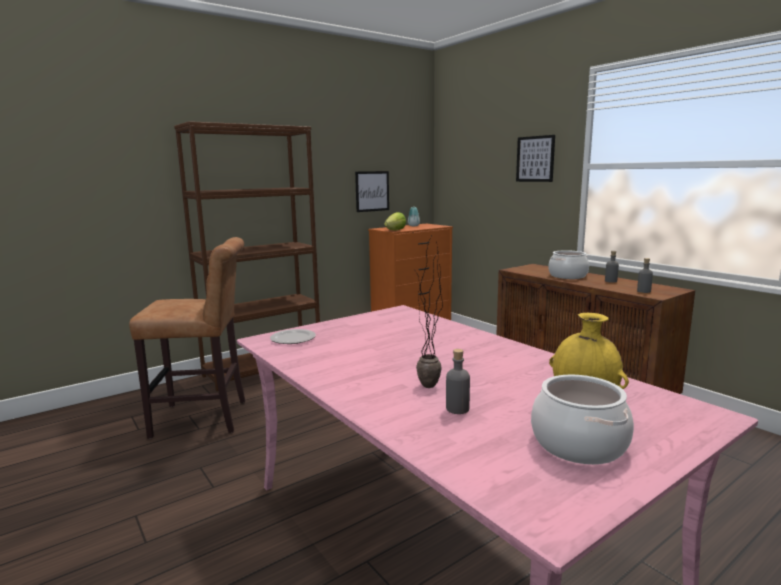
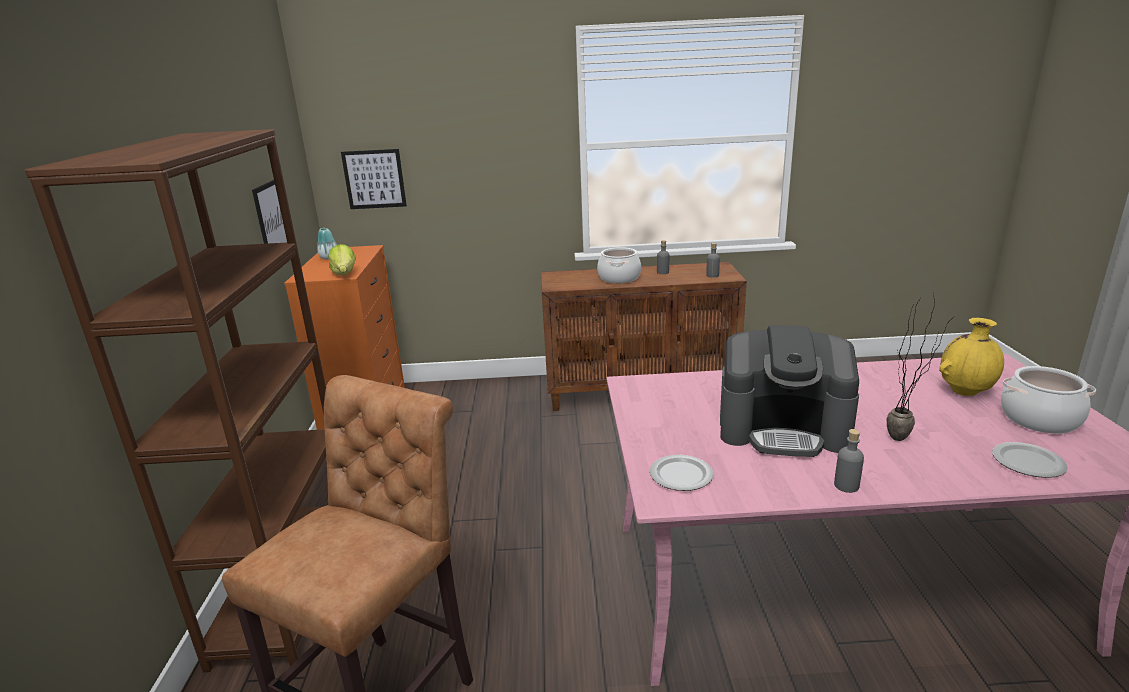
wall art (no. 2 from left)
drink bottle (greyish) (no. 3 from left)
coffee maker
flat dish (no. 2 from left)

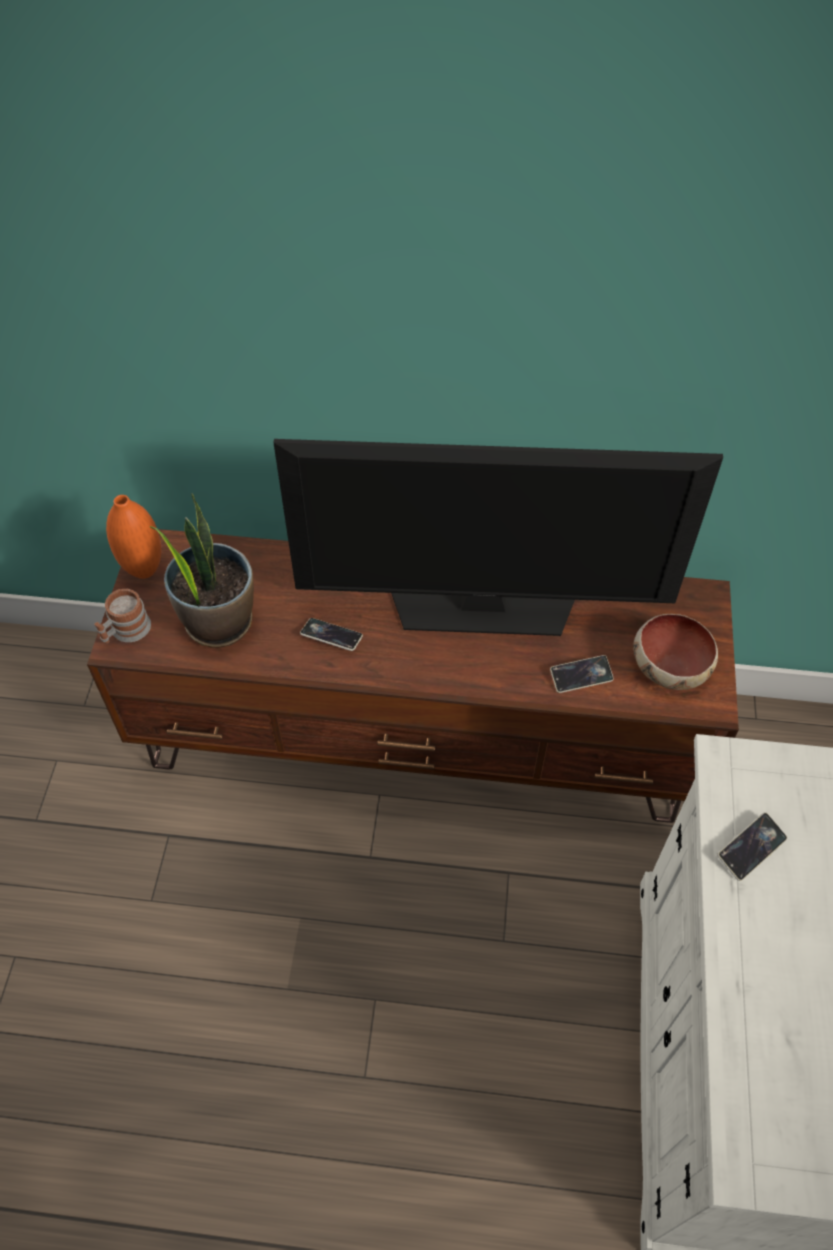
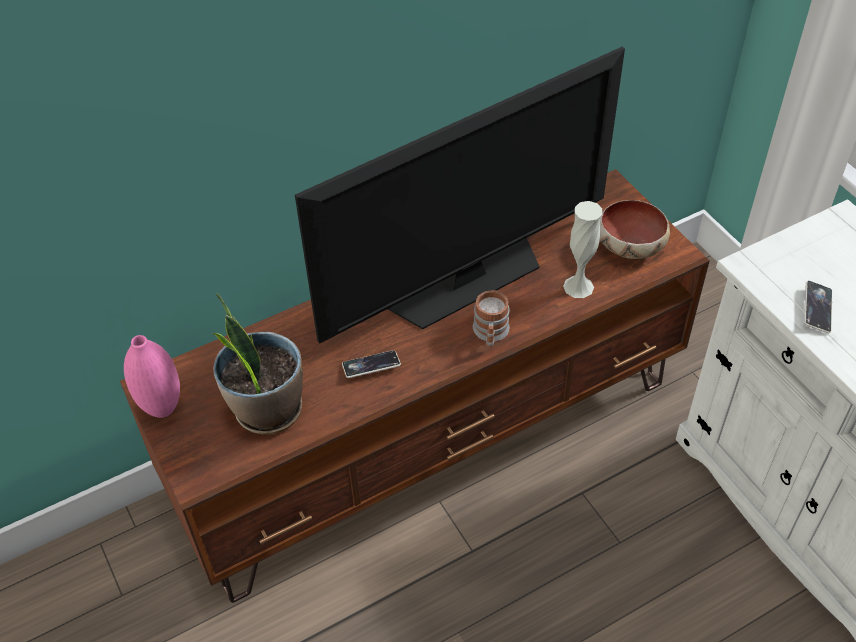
decorative vase (pink)
mug
decorative vase (whitish)

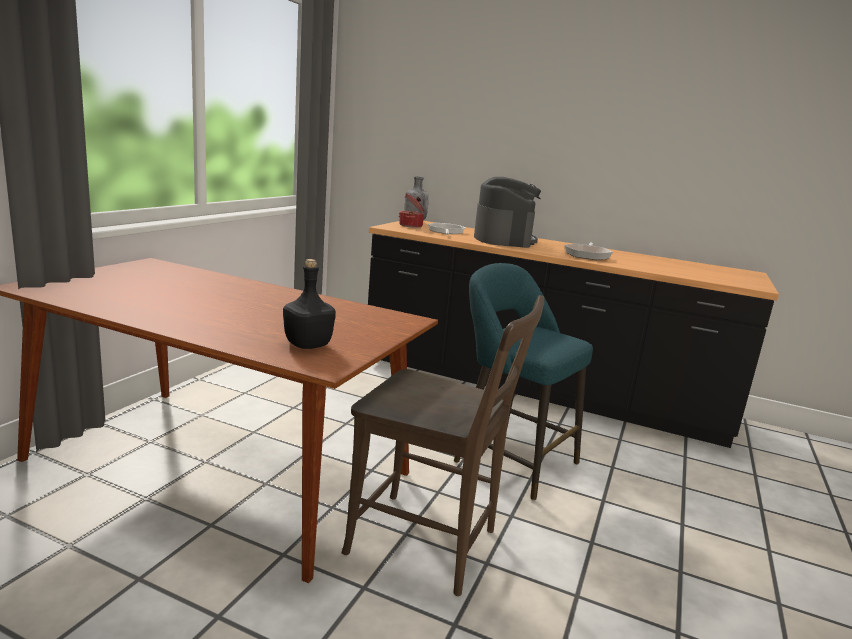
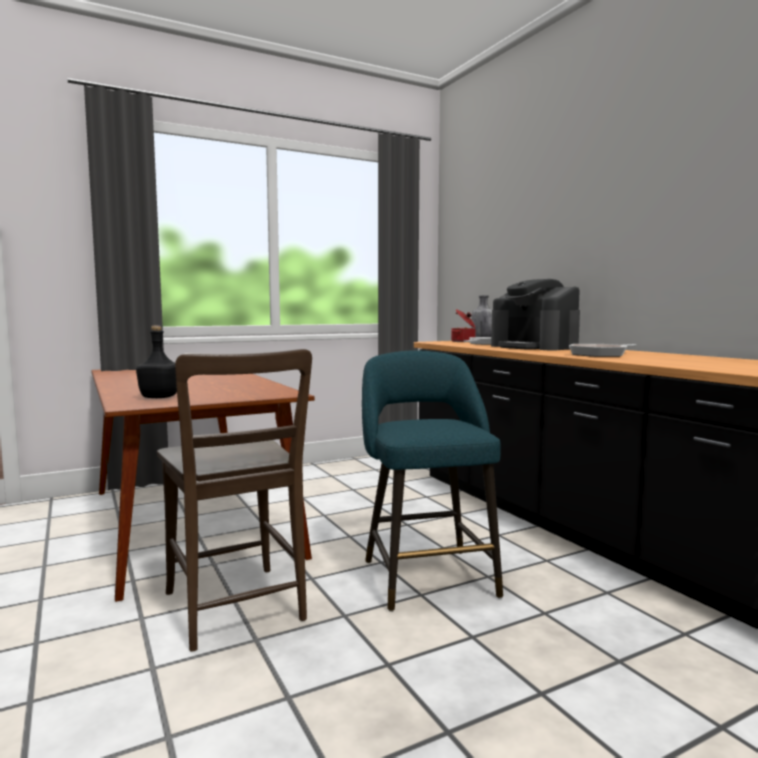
coffee maker

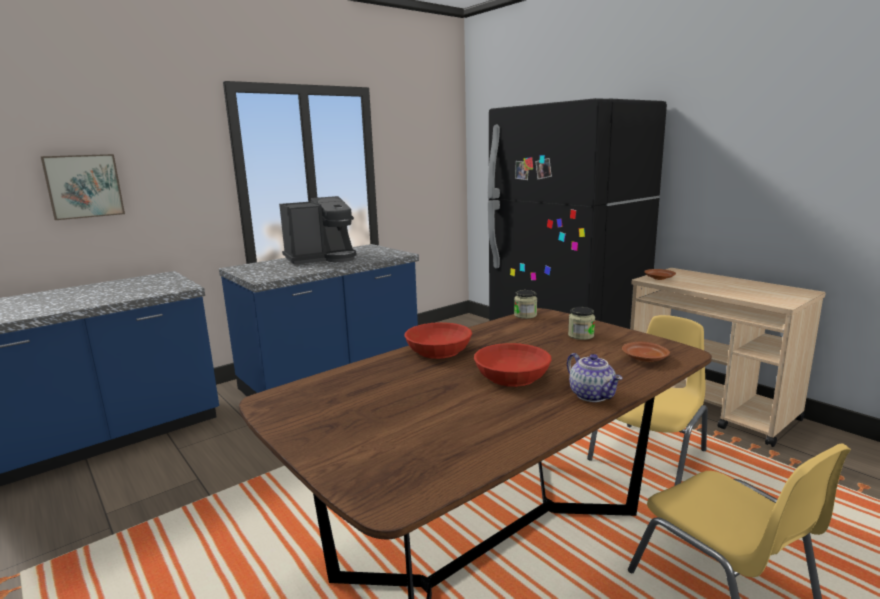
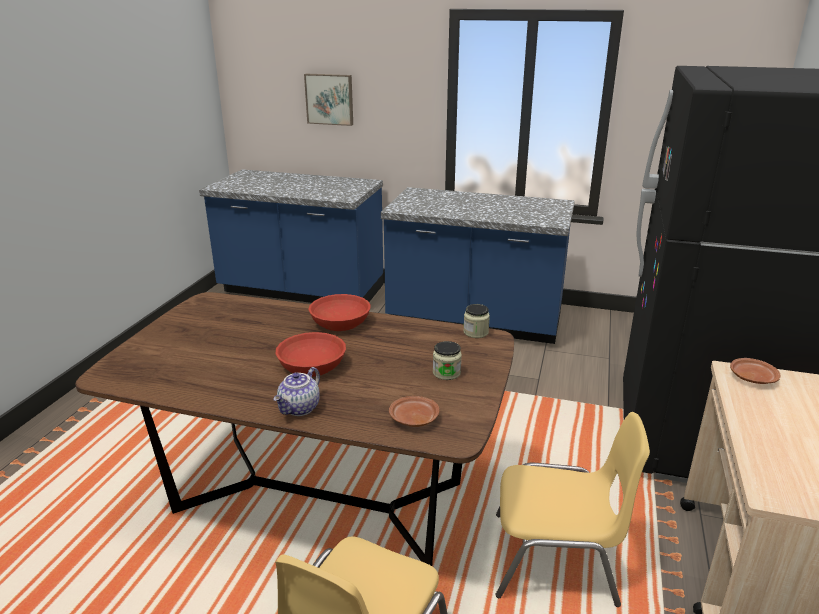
coffee maker

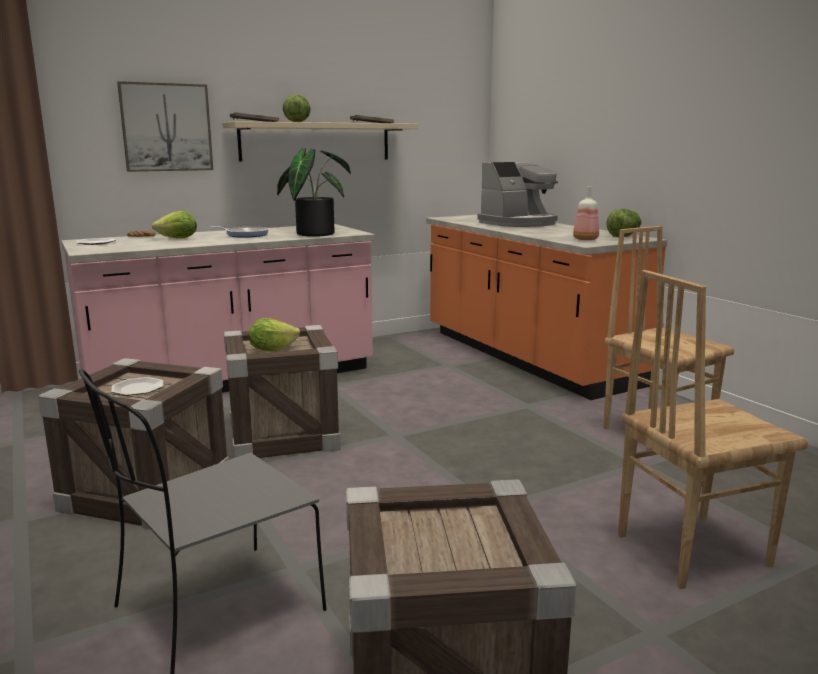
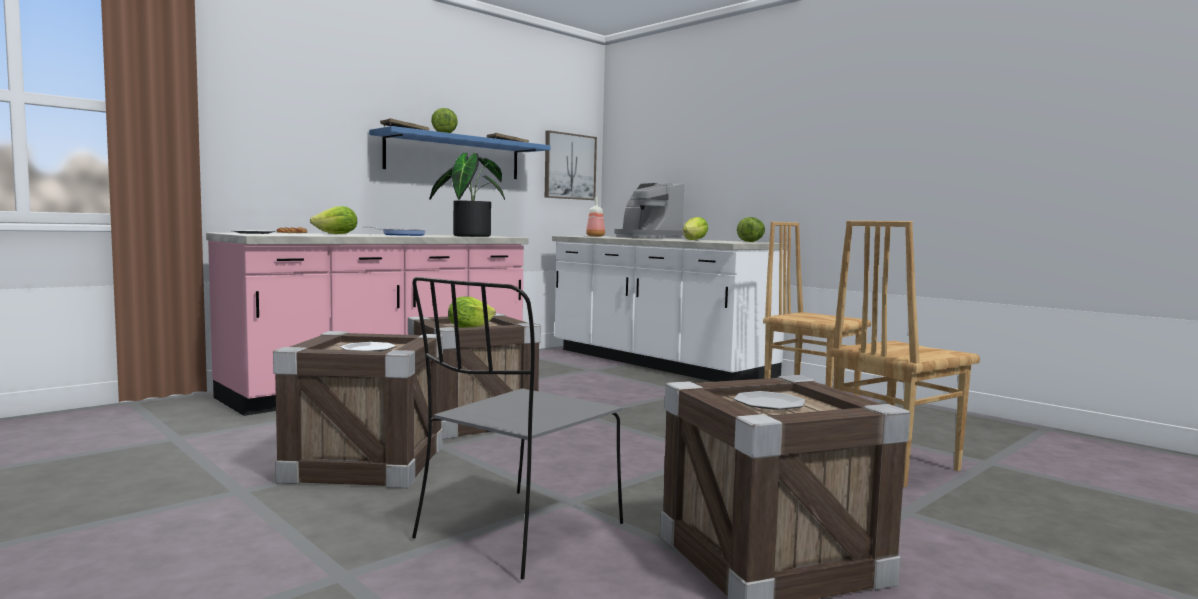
wall art
shelf (blue-coloured)
coffee maker
drink bottle
kitchen base unit (whitish)
lettuce (no. 4 from left)
flat dish (no. 3 from left)

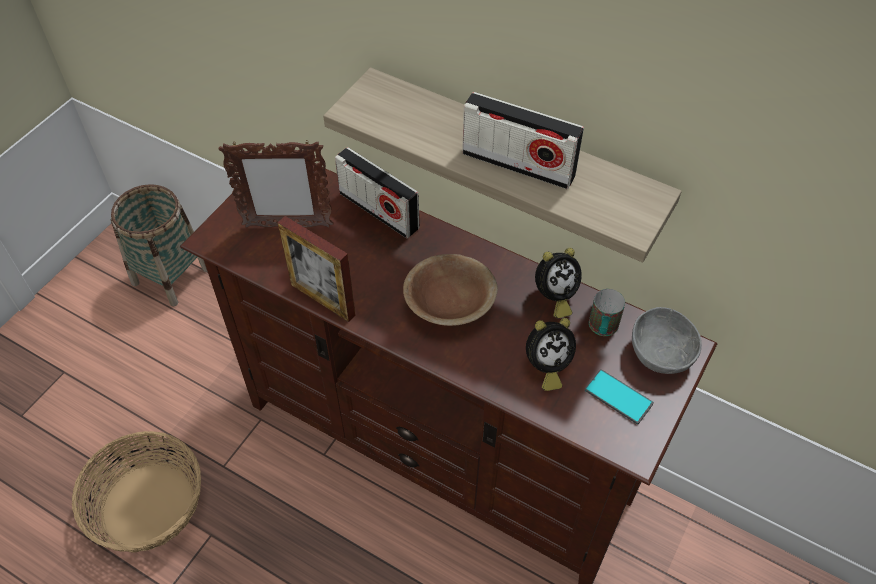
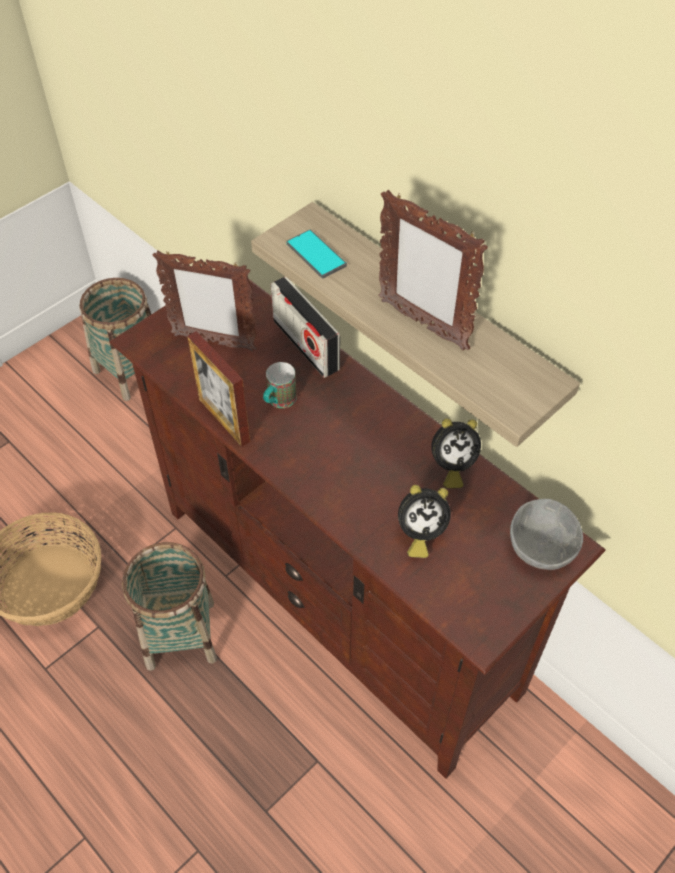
standing frame (no. 3 from left)
deep dish (brownish)
mug
phone
basket (no. 3 from left)

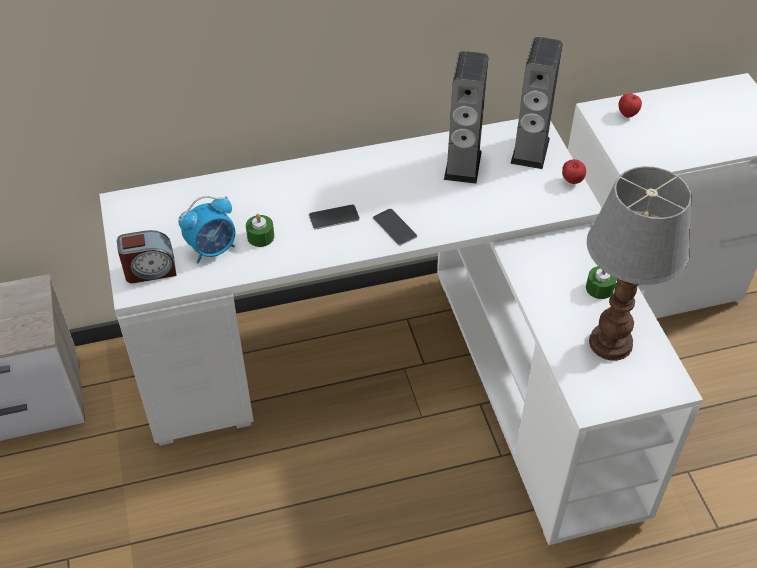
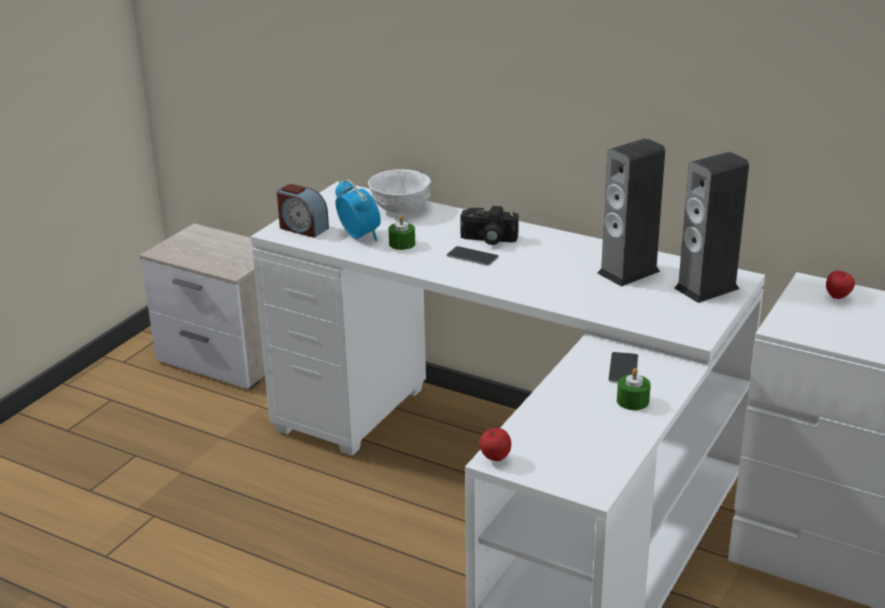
apple fruit (no. 1 from left)
lamp for a table
alarm clock (no. 2 from left)
phone (no. 2 from left)
deep dish (whitish)
photo camera

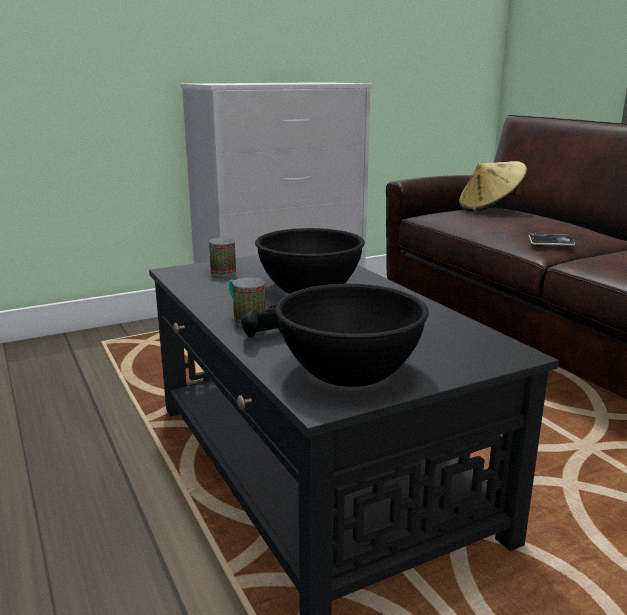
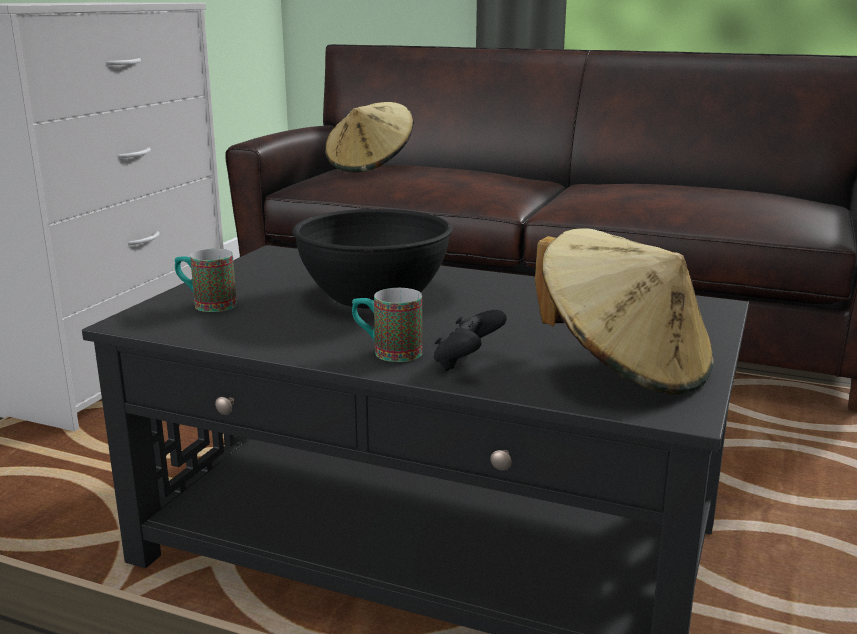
phone
hat (beige) (no. 2 from left)

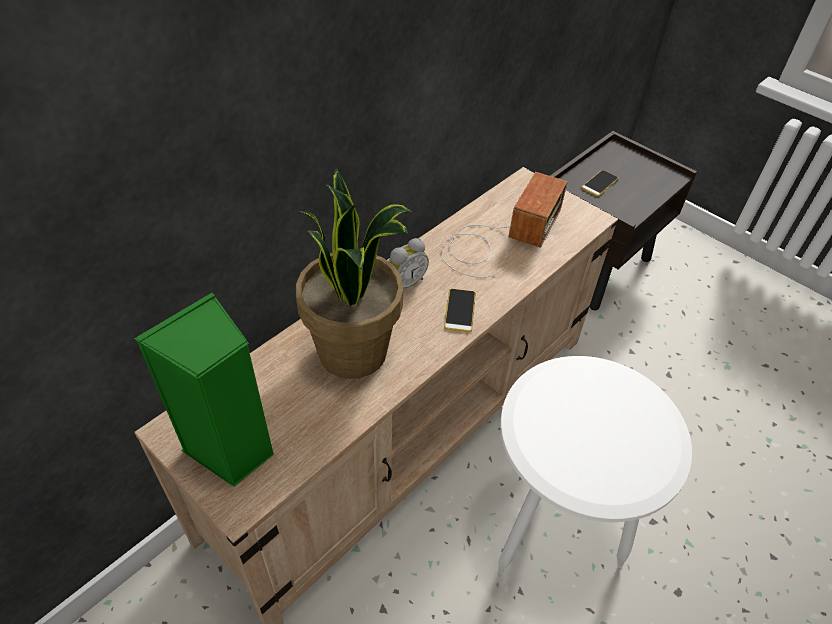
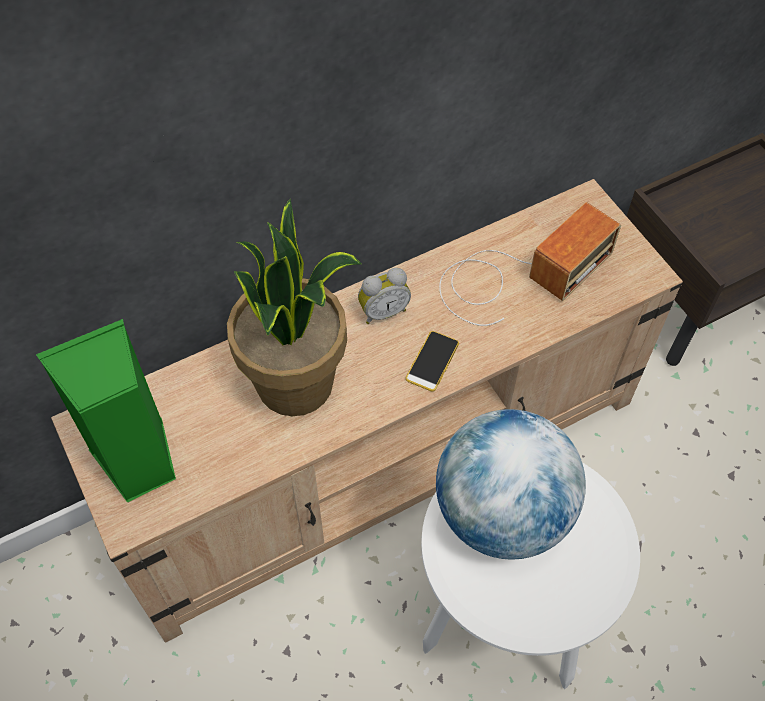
phone (no. 2 from left in the first image)
desk globe

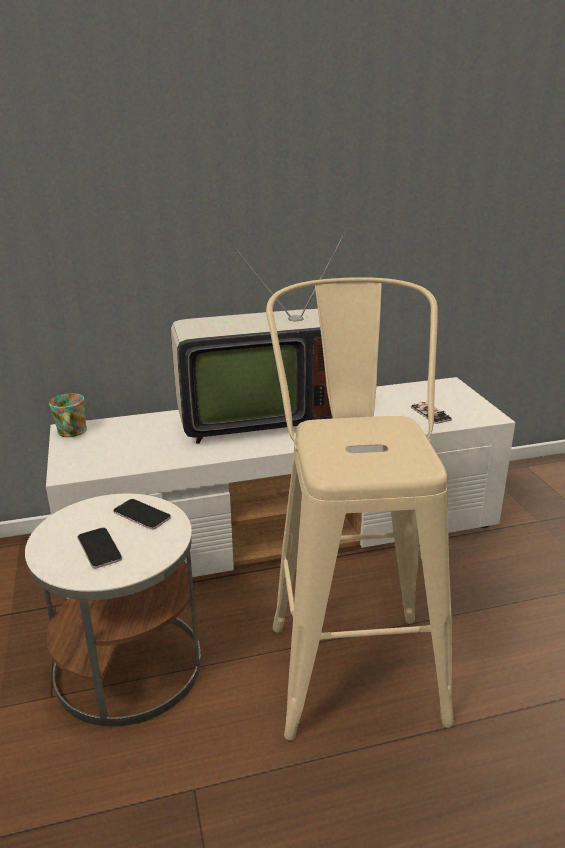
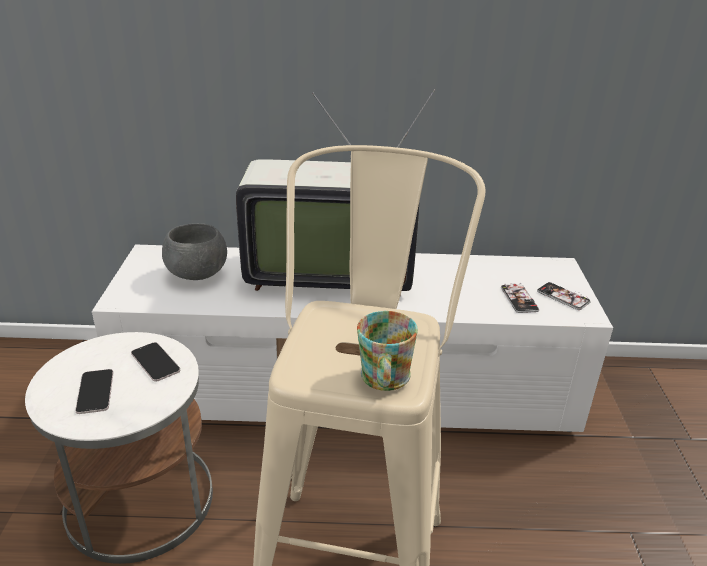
mug
deep dish (greyish)
phone (no. 4 from left)

